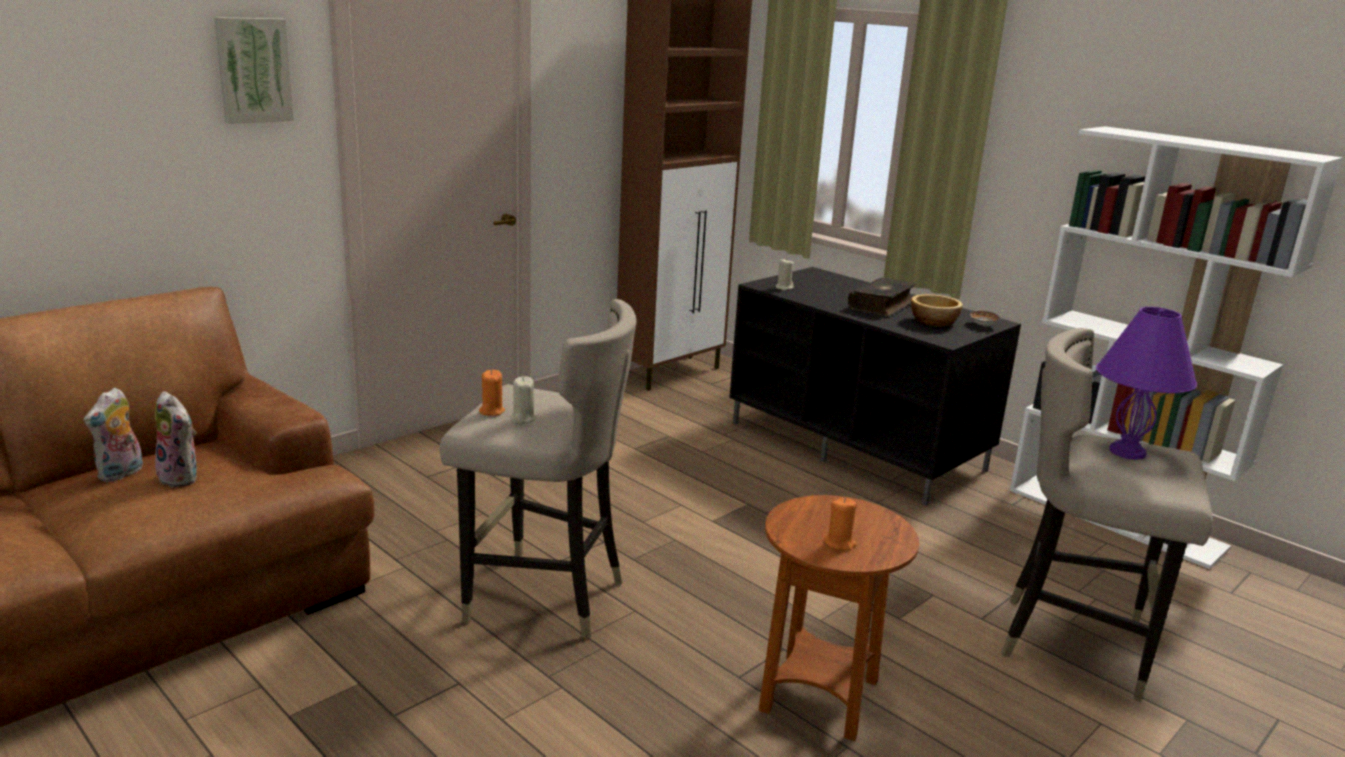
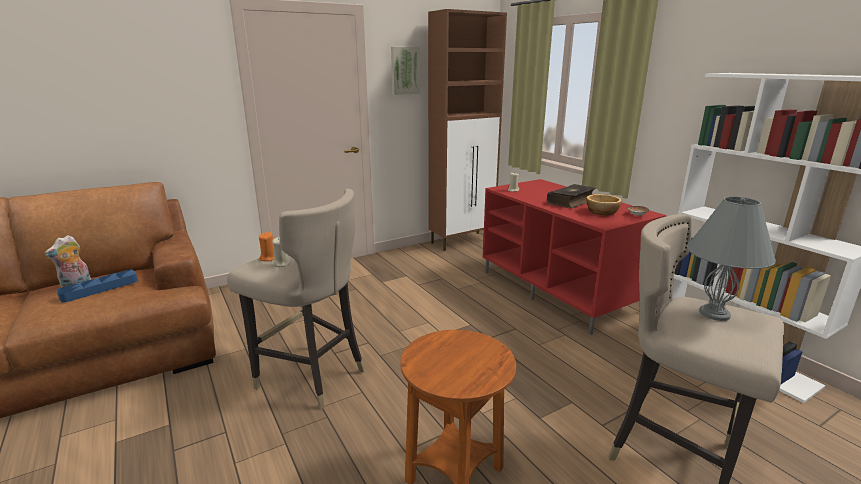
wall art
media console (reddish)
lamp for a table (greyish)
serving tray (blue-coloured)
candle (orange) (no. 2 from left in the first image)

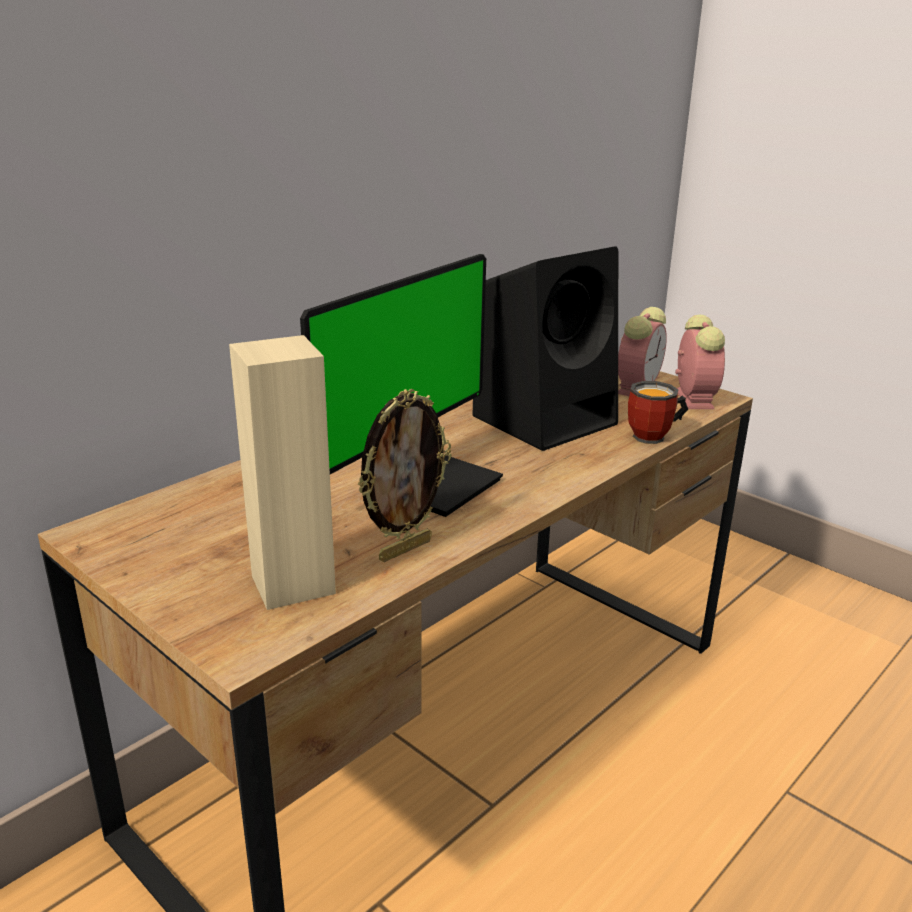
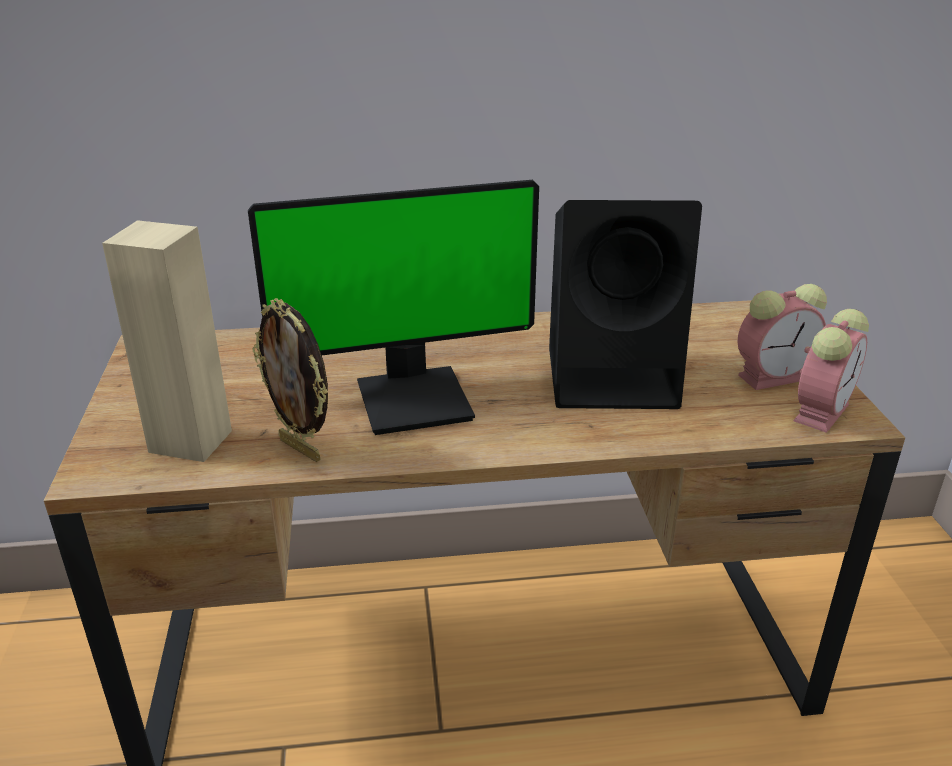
mug
standing frame

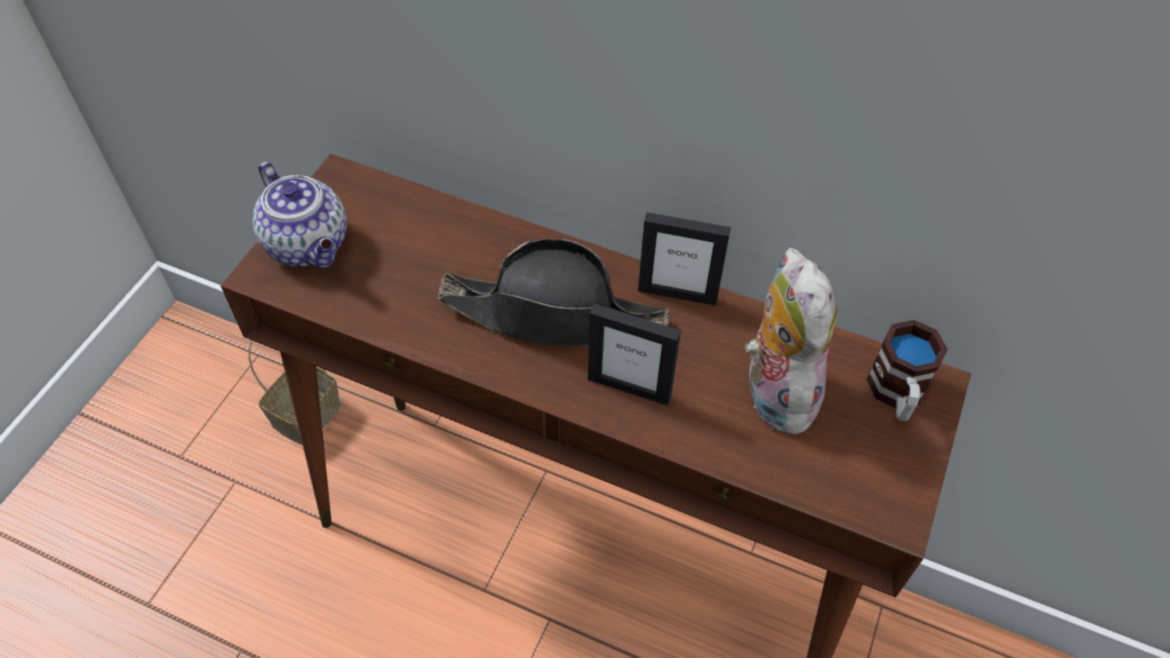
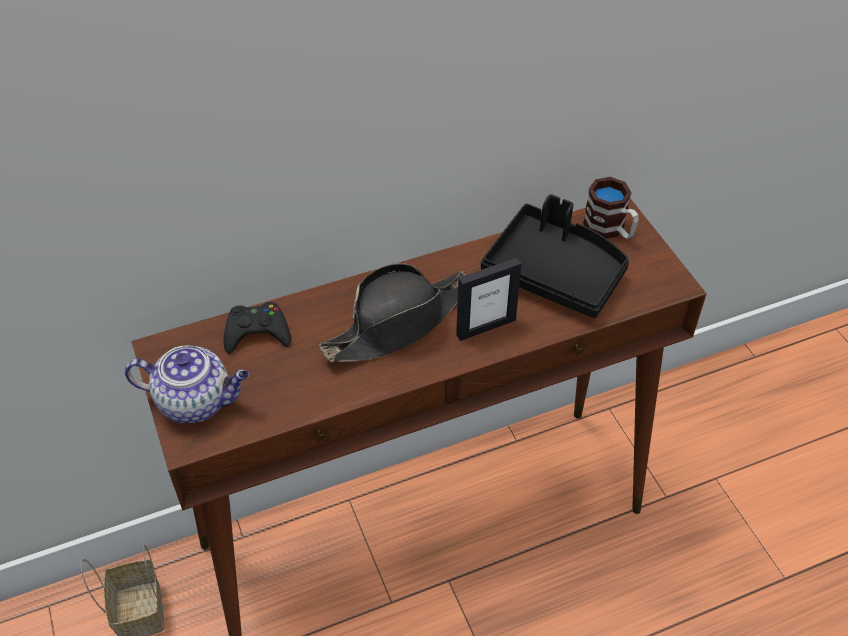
standing frame (no. 2 from left in the first image)
serving tray (black)
game controller (black)

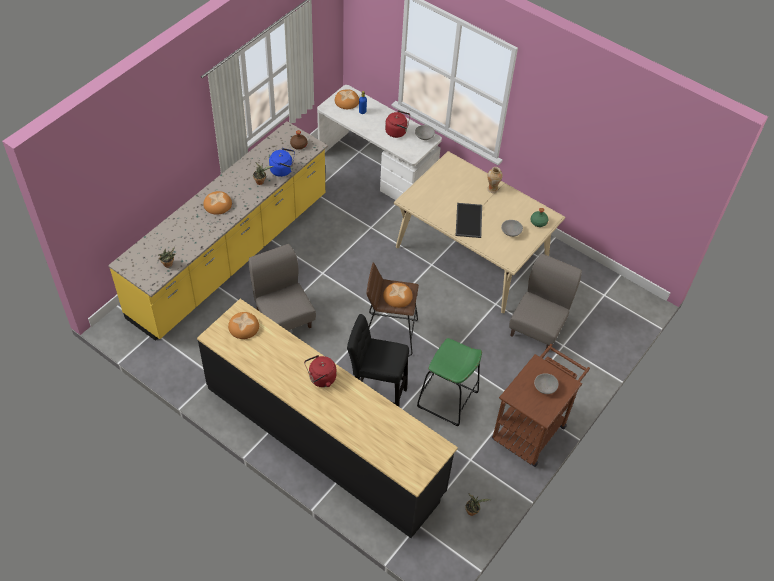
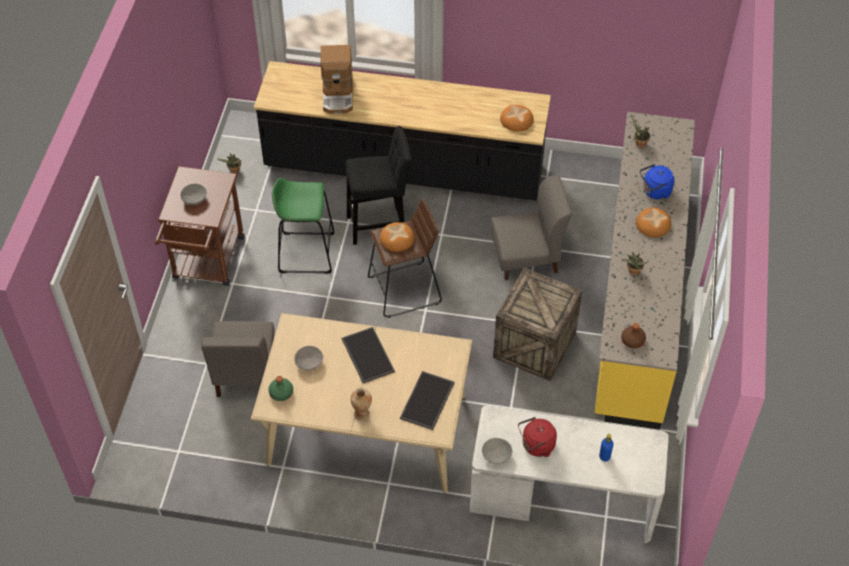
baked bread (no. 3 from left in the first image)
water kettle (blue-coloured)
chair (greyish) (no. 2 from left)
water kettle (reddish) (no. 1 from left in the first image)
coffee maker
packing crate
serving tray (no. 2 from left)

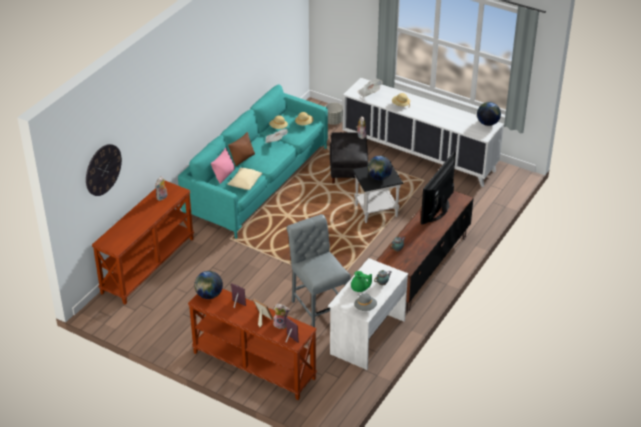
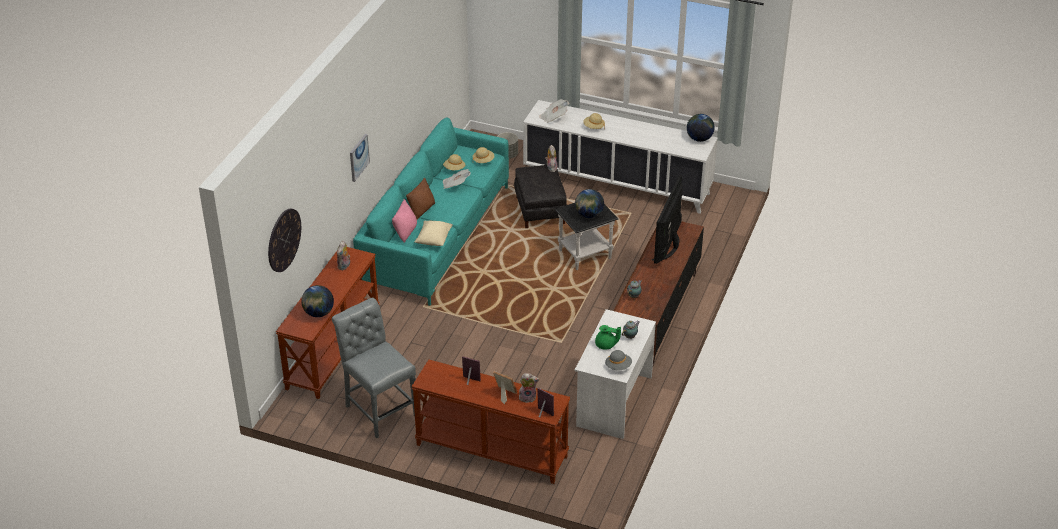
chair (greyish)
desk globe (no. 1 from left)
wall art

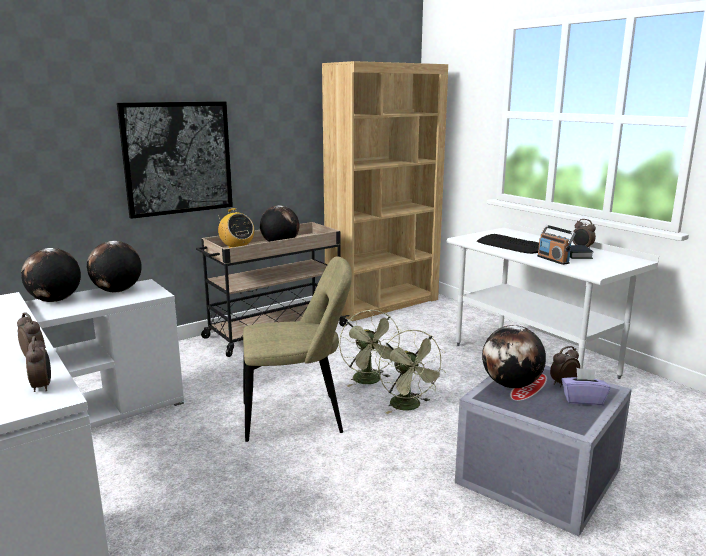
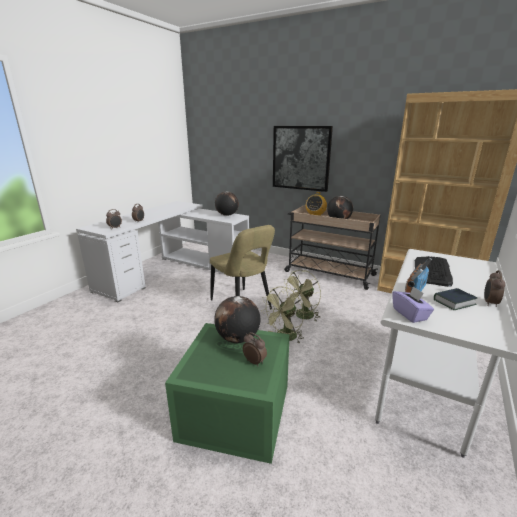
desk globe (no. 1 from left in the first image)
storage box (green-coloured)
box of tissues (purplish)

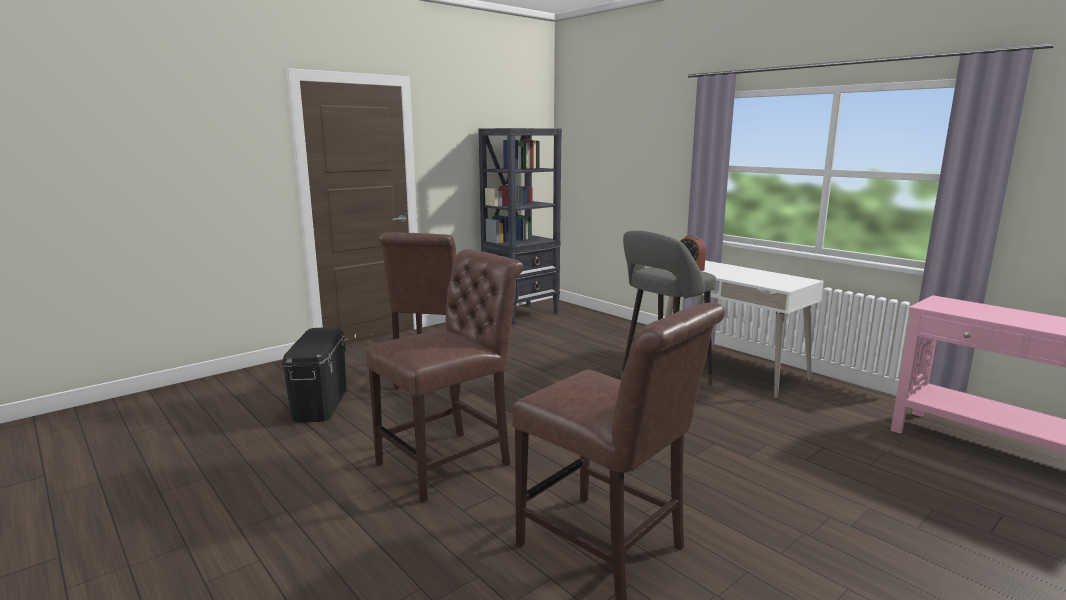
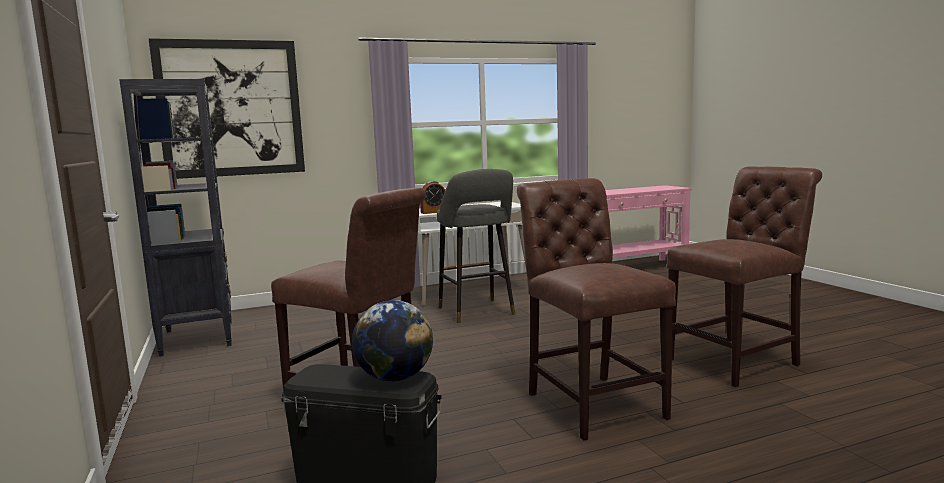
wall art
desk globe

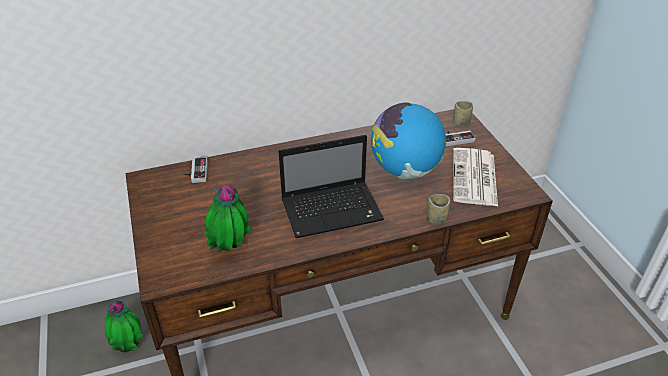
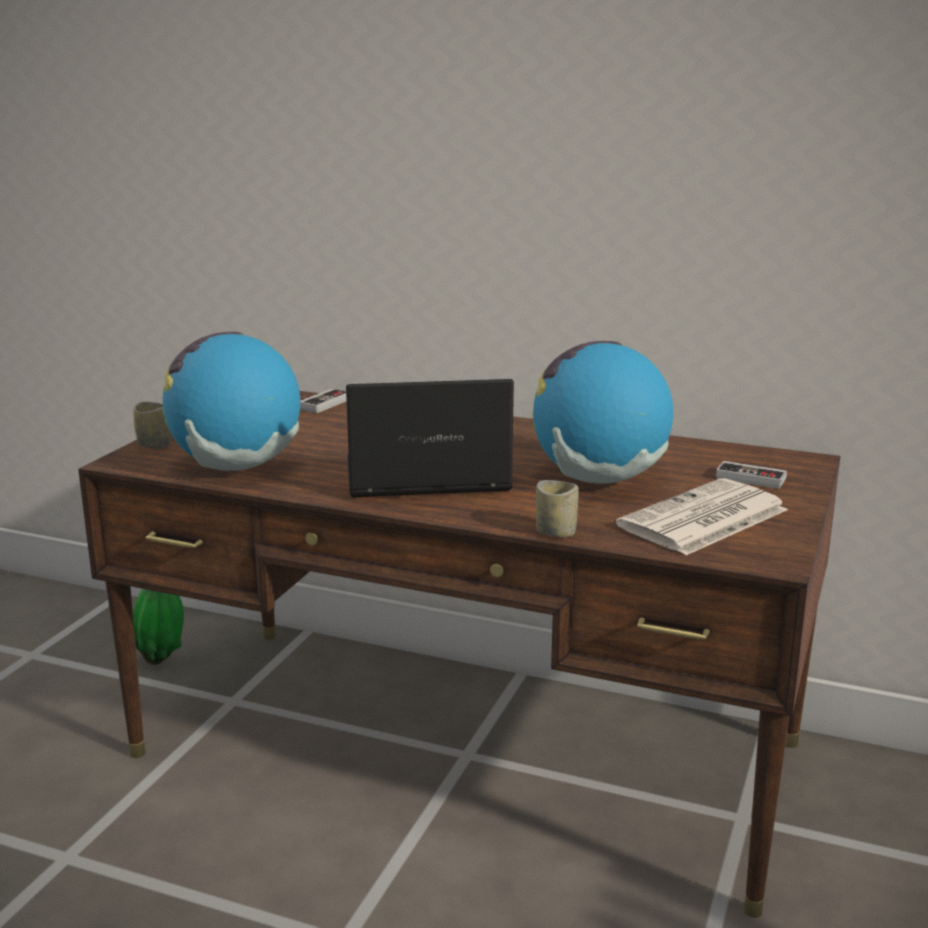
small cup (no. 1 from left)
portable computer
desk globe (no. 1 from left)

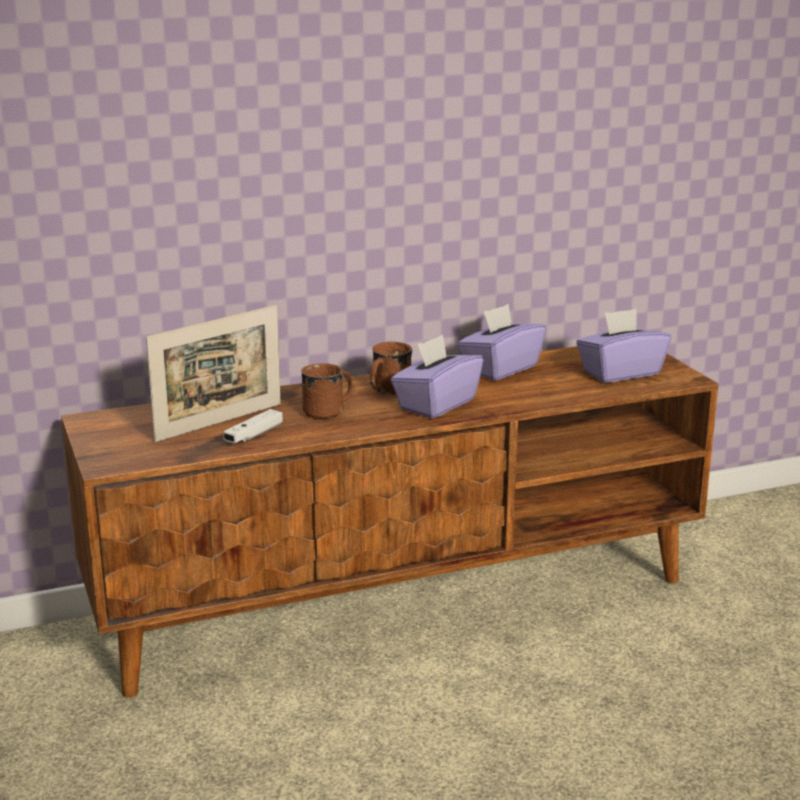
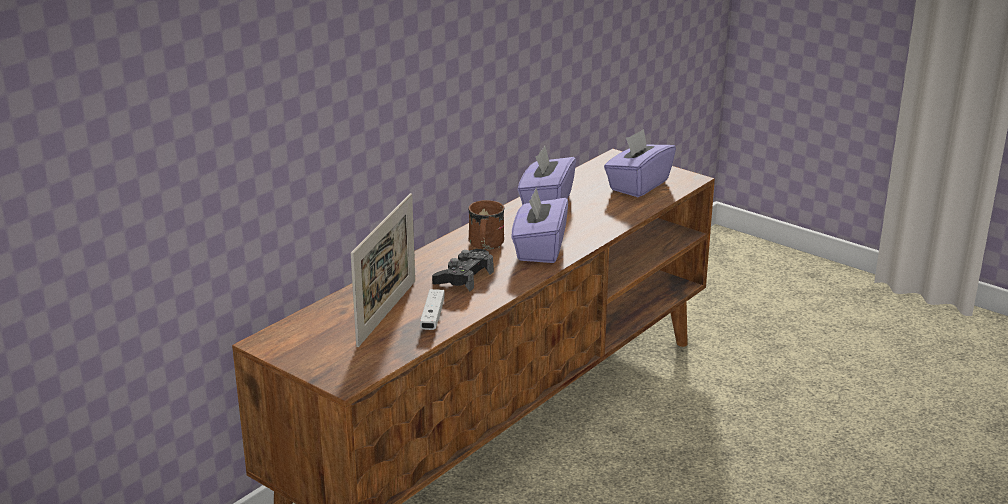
game controller (black)

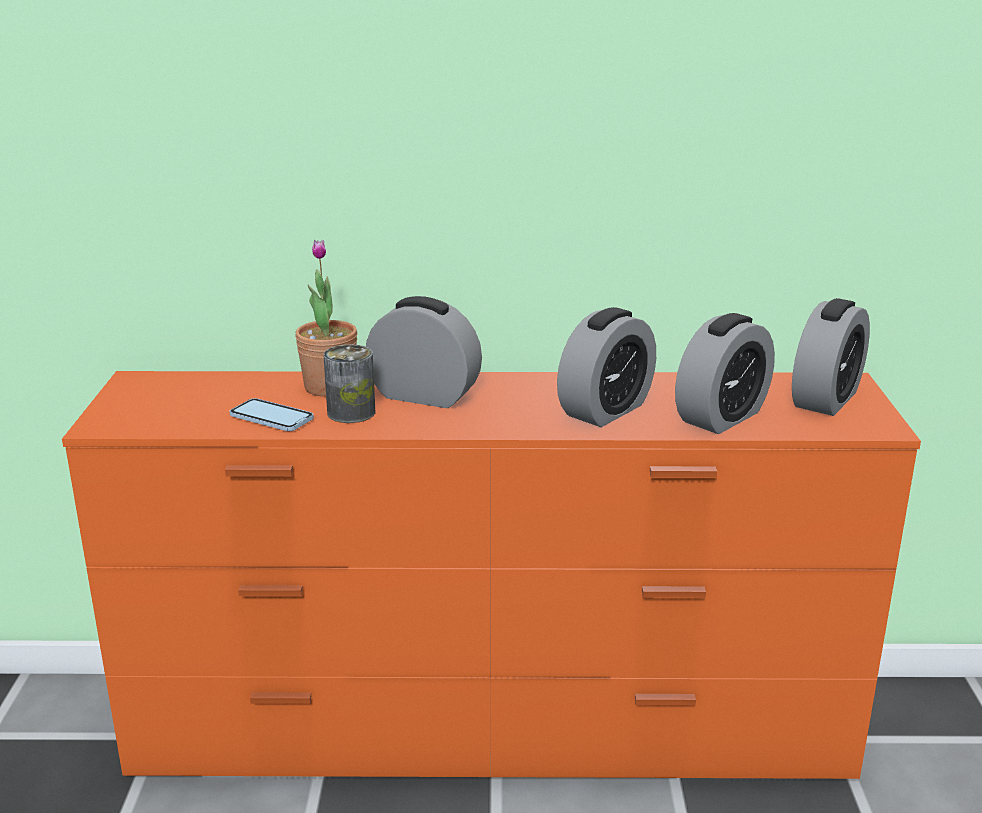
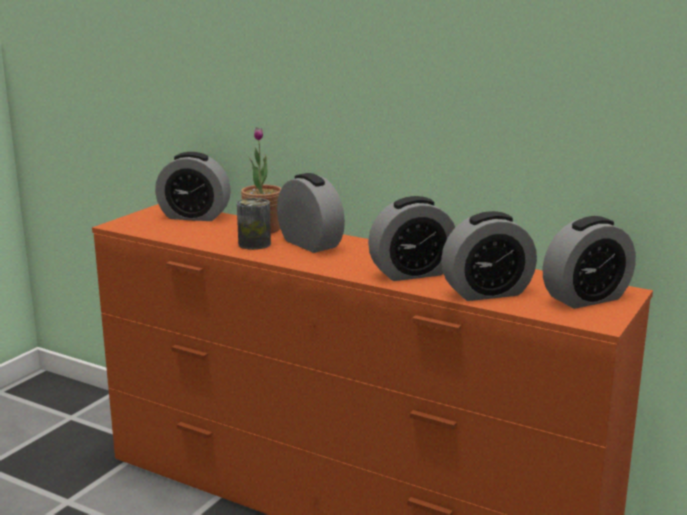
phone
alarm clock (no. 1 from left)

